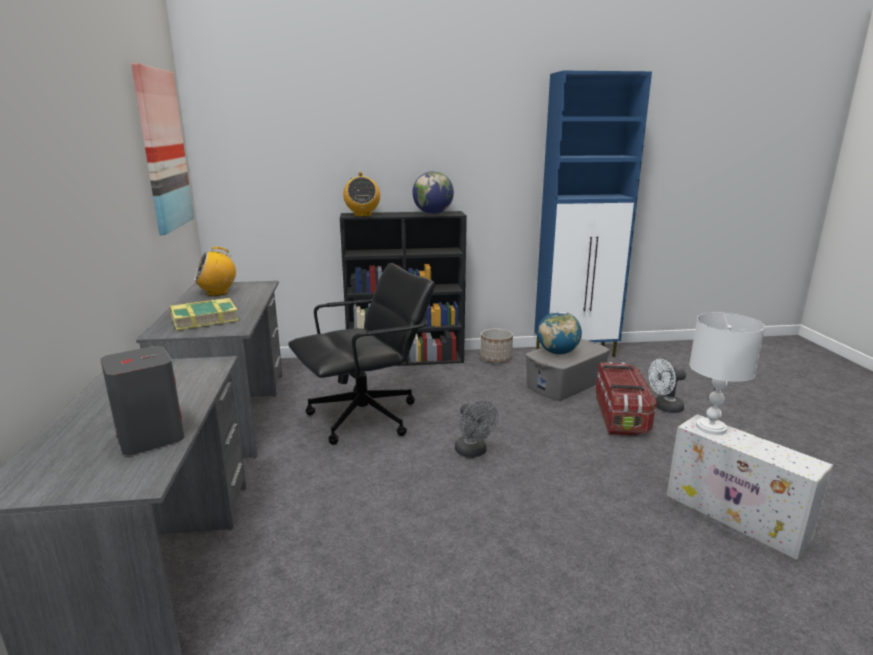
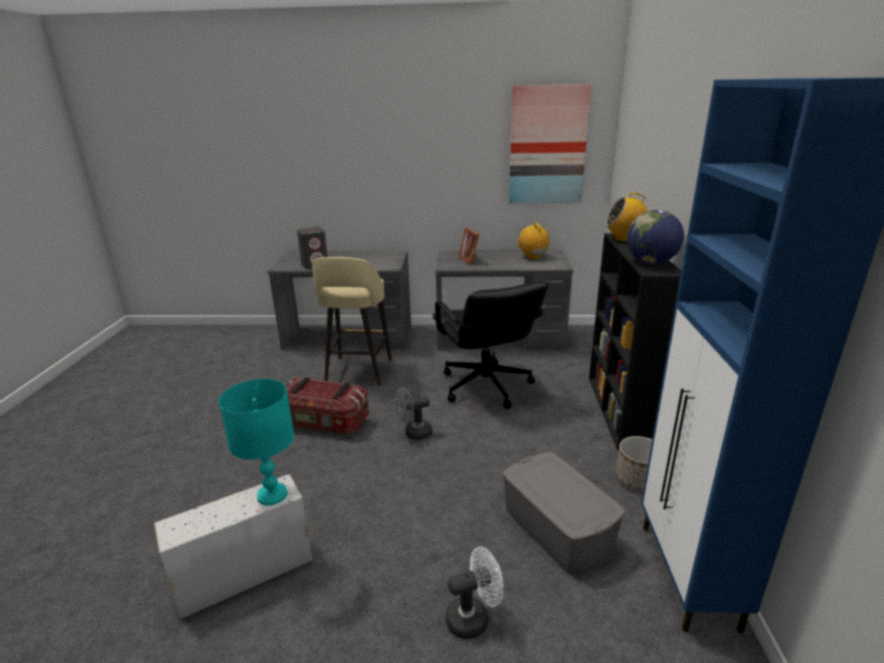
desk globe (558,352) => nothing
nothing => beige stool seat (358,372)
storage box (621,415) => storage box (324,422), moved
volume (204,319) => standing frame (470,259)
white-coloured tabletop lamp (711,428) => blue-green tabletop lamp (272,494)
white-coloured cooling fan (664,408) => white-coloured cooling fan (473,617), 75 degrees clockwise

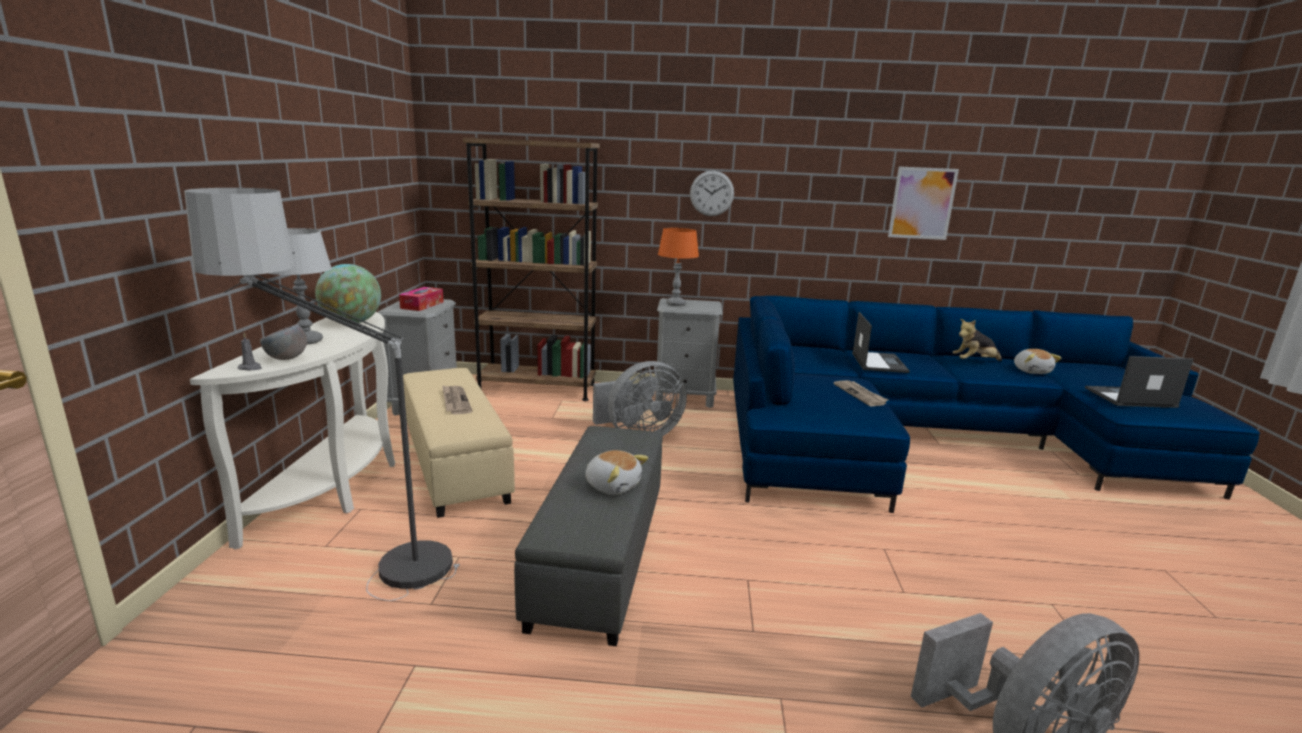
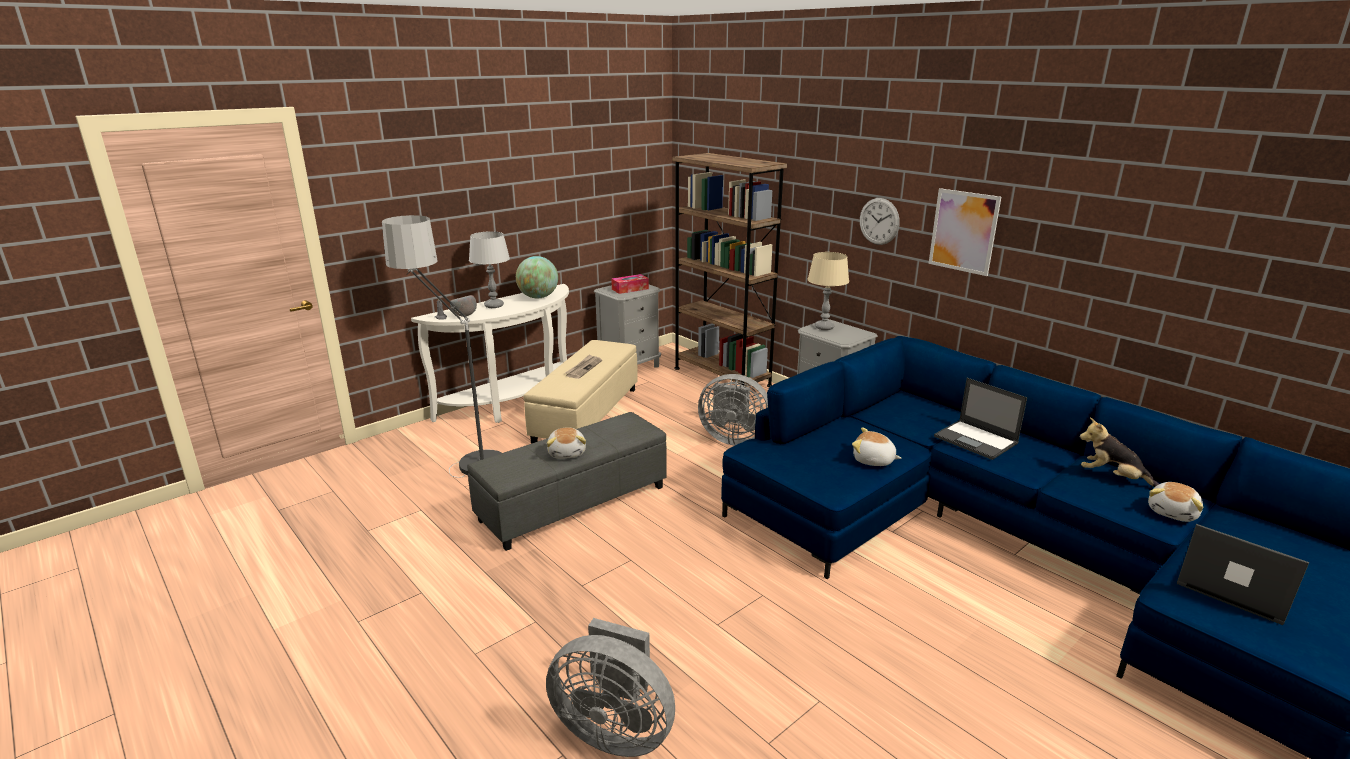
wall picture (922,203) => wall picture (963,231), moved
daily paper (860,394) => soft toy (873,460)
orange tabletop lamp (676,304) => beige tabletop lamp (824,327)
laptop (878,362) => laptop (976,440), 90 degrees clockwise

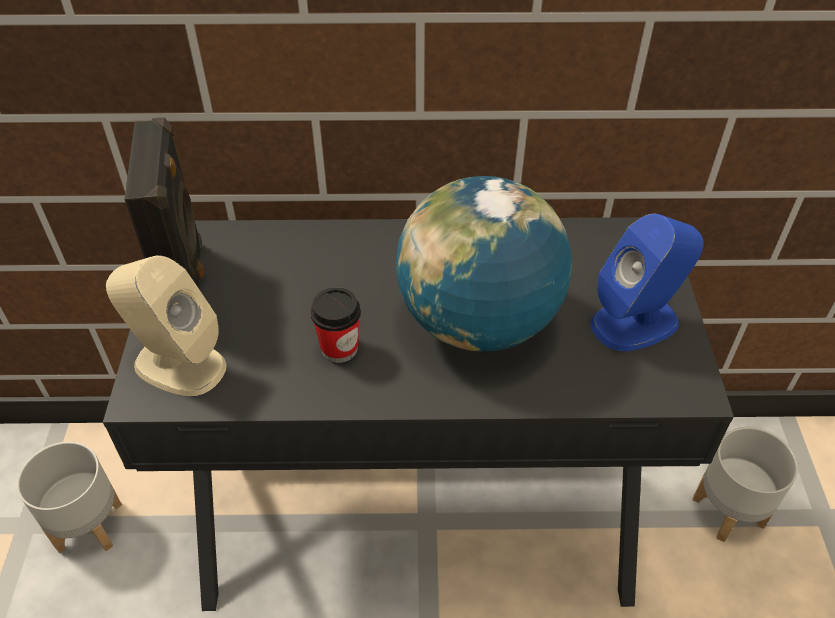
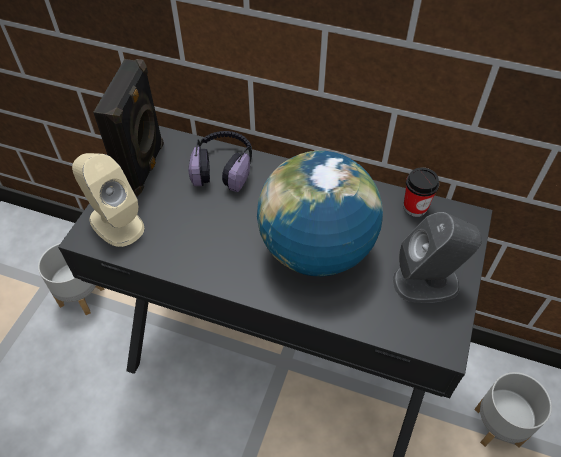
nothing => headset (224,168)
cup (339,348) => cup (415,207), moved
blue-coloured audio speaker (635,322) => greyish audio speaker (427,282)

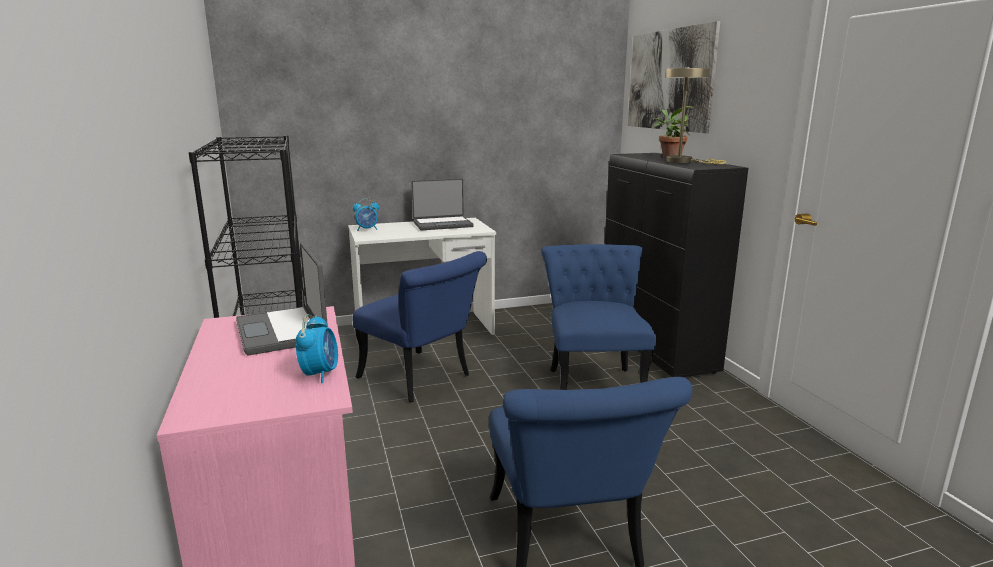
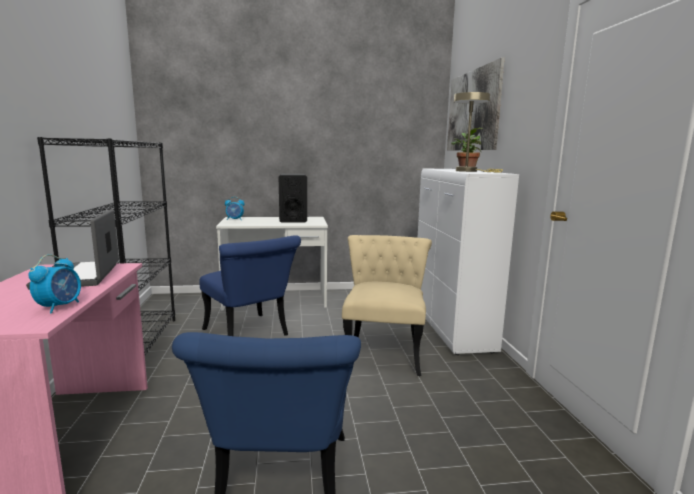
laptop (442,224) => black-coloured audio speaker (293,219)
blue-coloured plain chair (593,382) => beige plain chair (383,350)
black-coloured cabinet (656,349) => white-coloured cabinet (452,329)

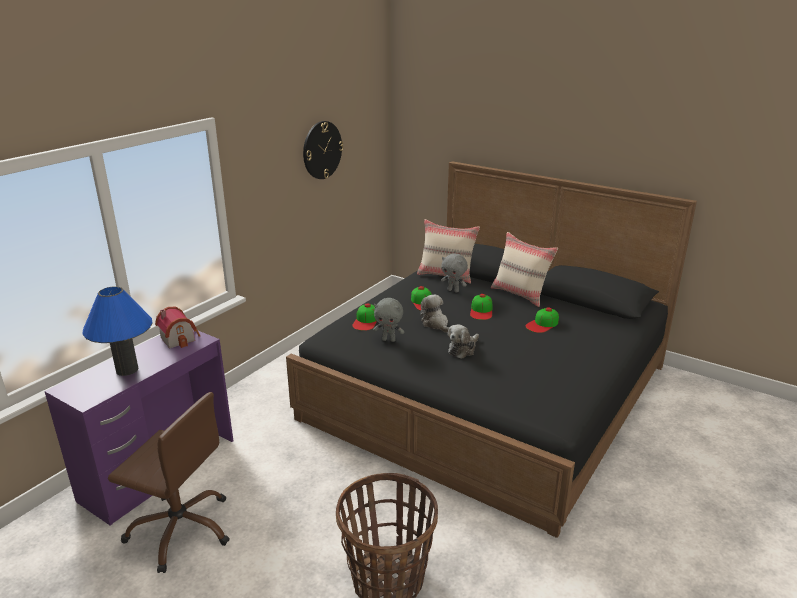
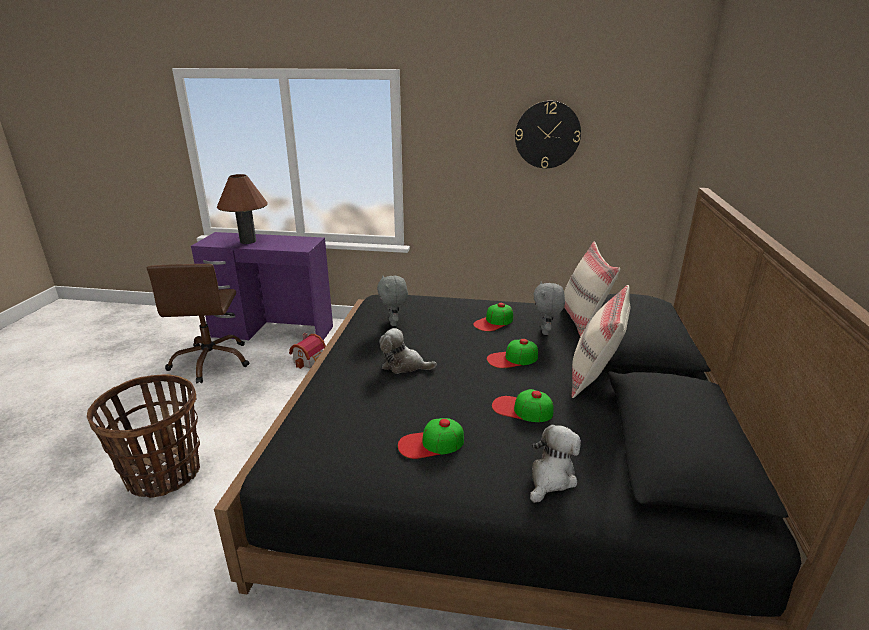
miniature house (179,338) => miniature house (311,361), moved
baseball cap (366,321) => baseball cap (431,443), moved
soft toy (436,324) => soft toy (551,478), moved
blue-coloured tabletop lamp (127,370) => brownish tabletop lamp (248,241)

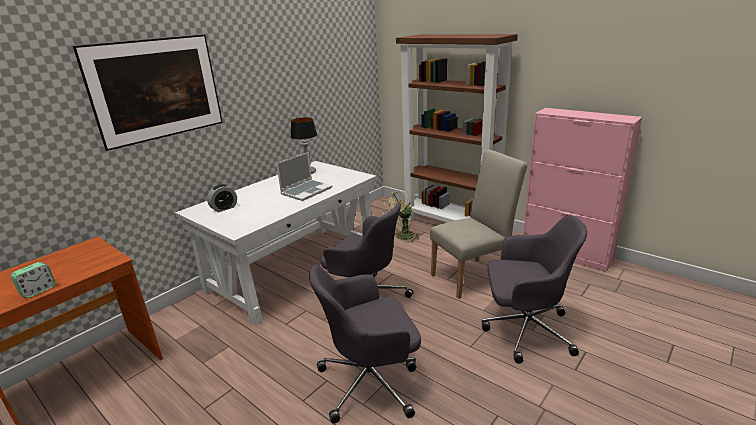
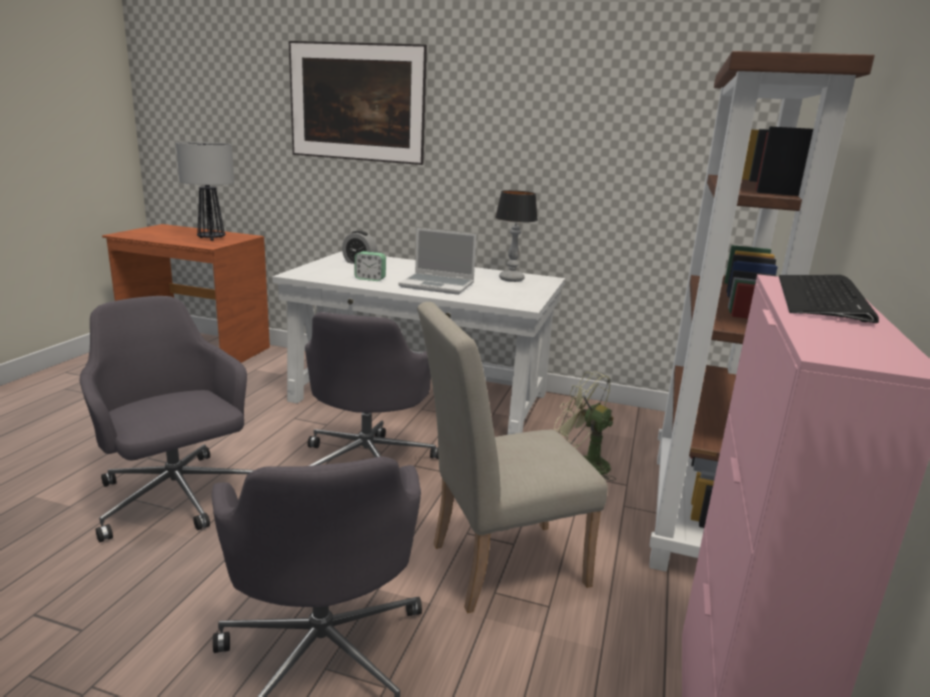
nothing => tabletop lamp (211,238)
nothing => keyboard (823,298)
alarm clock (38,290) => alarm clock (370,279), moved
beige plain chair (474,276) => beige plain chair (496,565), 120 degrees clockwise

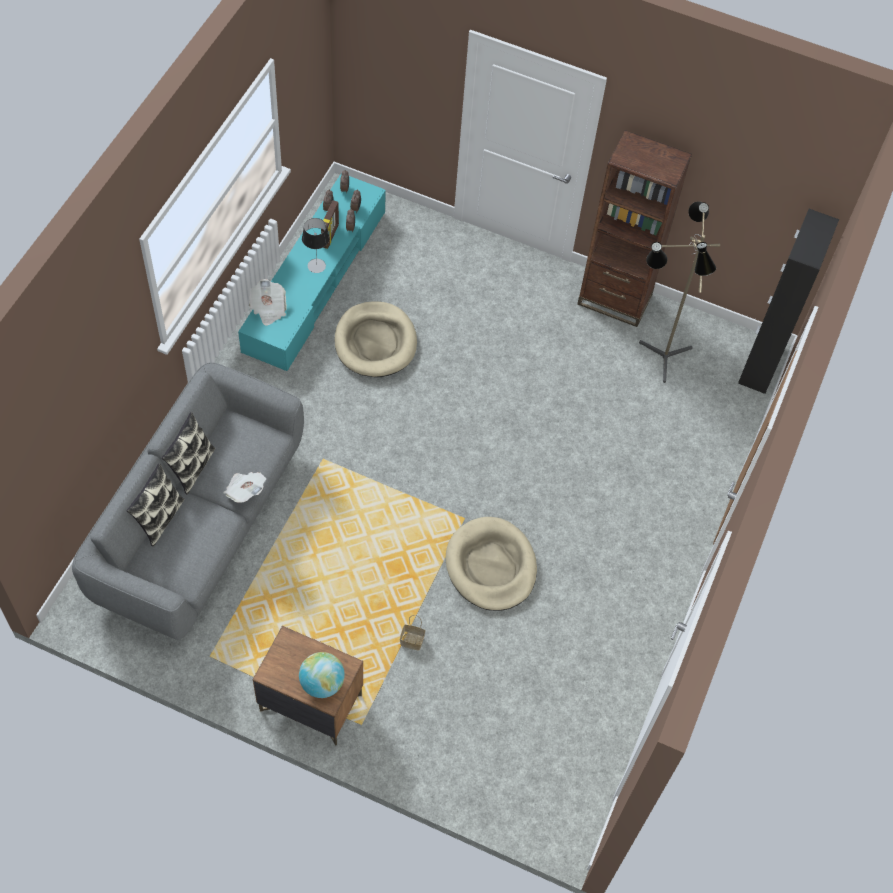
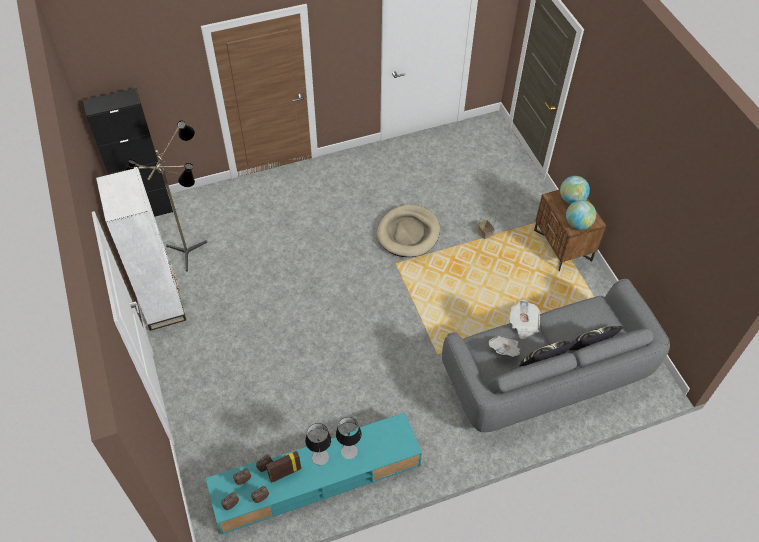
beige dog cushion (375,342) => nothing
nothing => tabletop lamp (349,451)
nothing => desk globe (577,224)
daily paper (268,309) => daily paper (504,350), moved
brownish shelving unit (614,299) => white-coloured shelving unit (163,304)

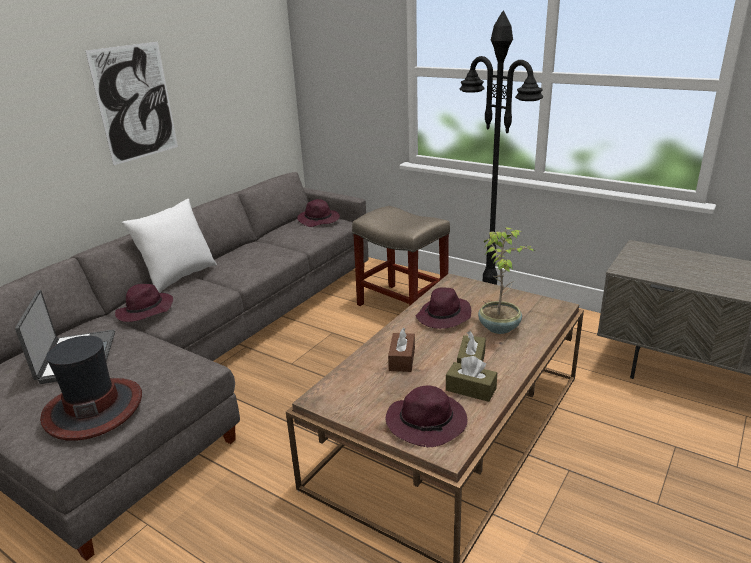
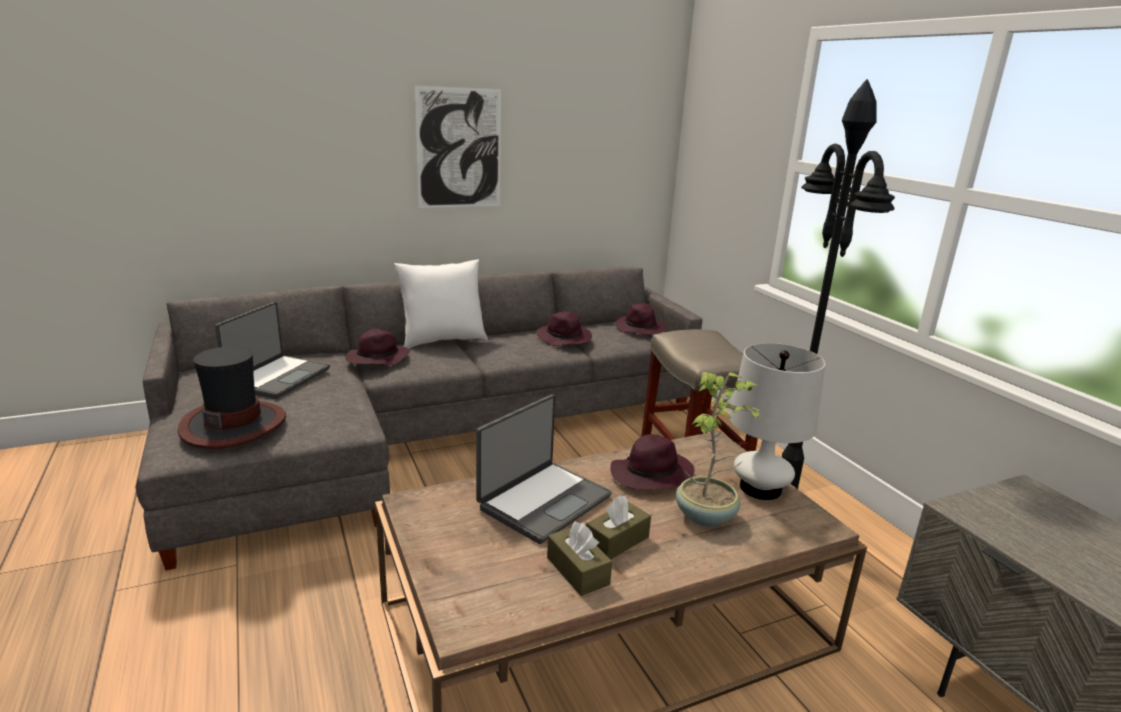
nothing => white-coloured tabletop lamp (760,488)
purple-coloured wearable hat (428,422) => purple-coloured wearable hat (565,338), moved
brownish tissue holder (402,359) => laptop (543,501)

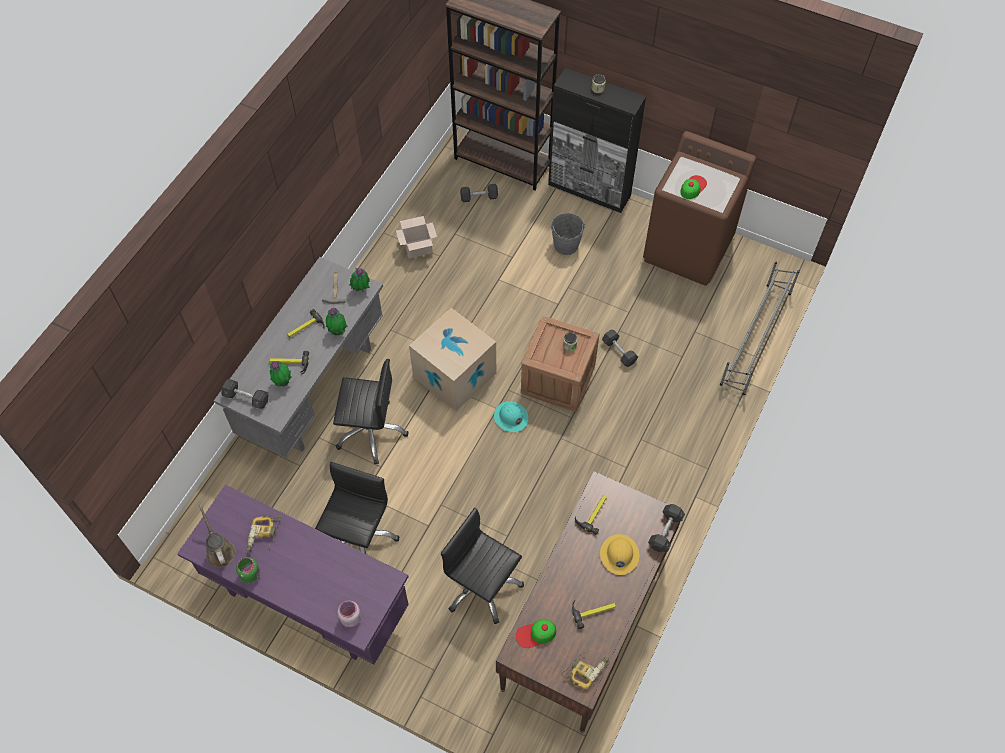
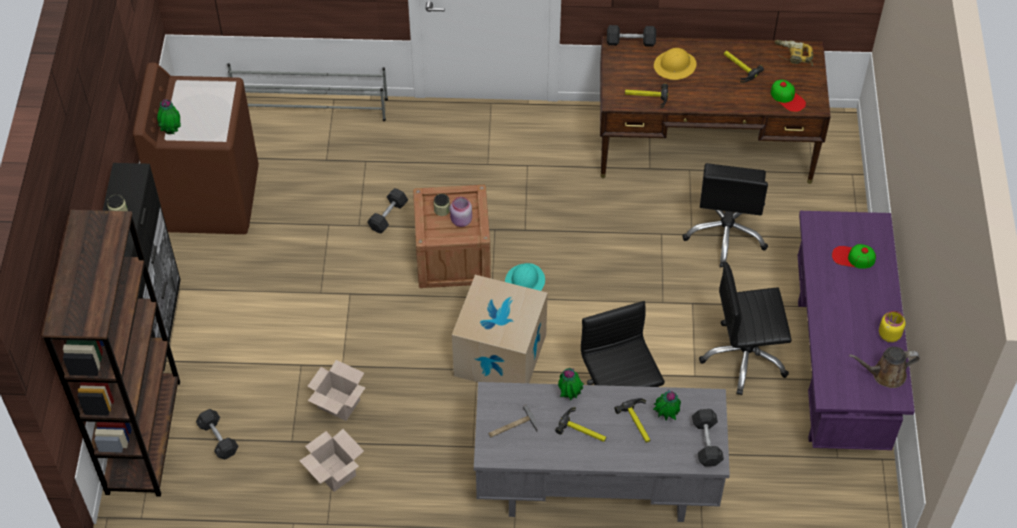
power drill (264,535) => nothing
greyish pail (566,245) => nothing
nothing => packing box (337,404)
pinkish storage jar (350,617) => pinkish storage jar (461,221), moved
plant in a pot (361,290) => plant in a pot (172,131), moved
baseball cap (693,187) => baseball cap (853,257), moved
green storage jar (251,574) => yellowish storage jar (888,335)
brownish watering can (219,550) => brownish watering can (885,374), 45 degrees clockwise

